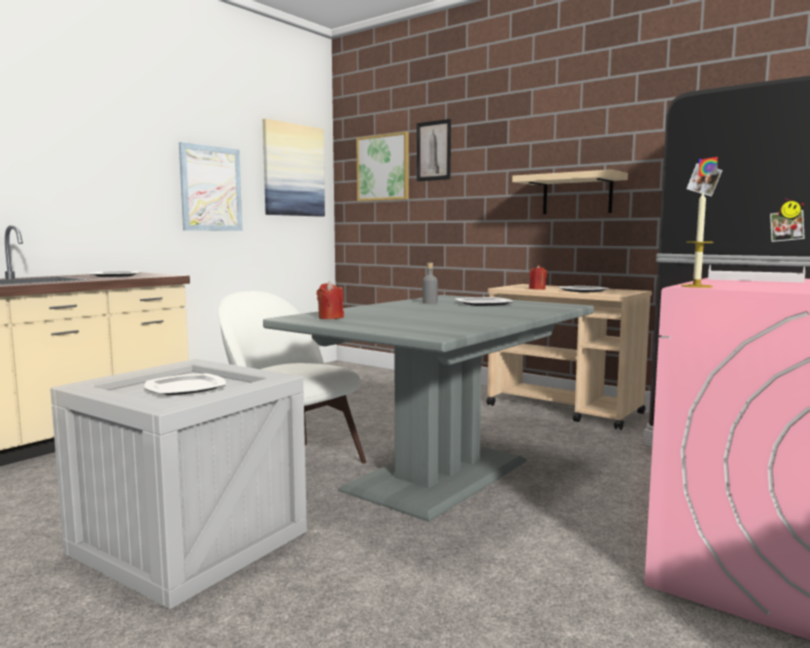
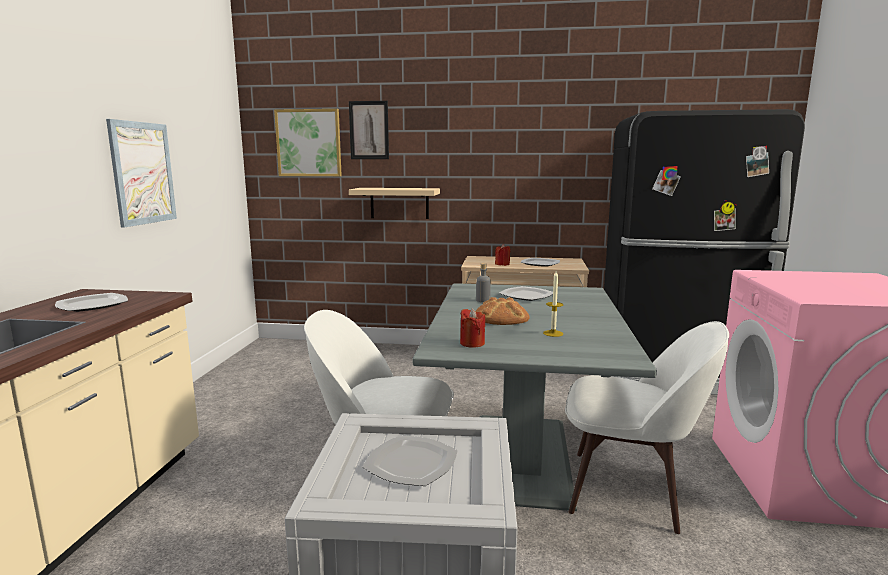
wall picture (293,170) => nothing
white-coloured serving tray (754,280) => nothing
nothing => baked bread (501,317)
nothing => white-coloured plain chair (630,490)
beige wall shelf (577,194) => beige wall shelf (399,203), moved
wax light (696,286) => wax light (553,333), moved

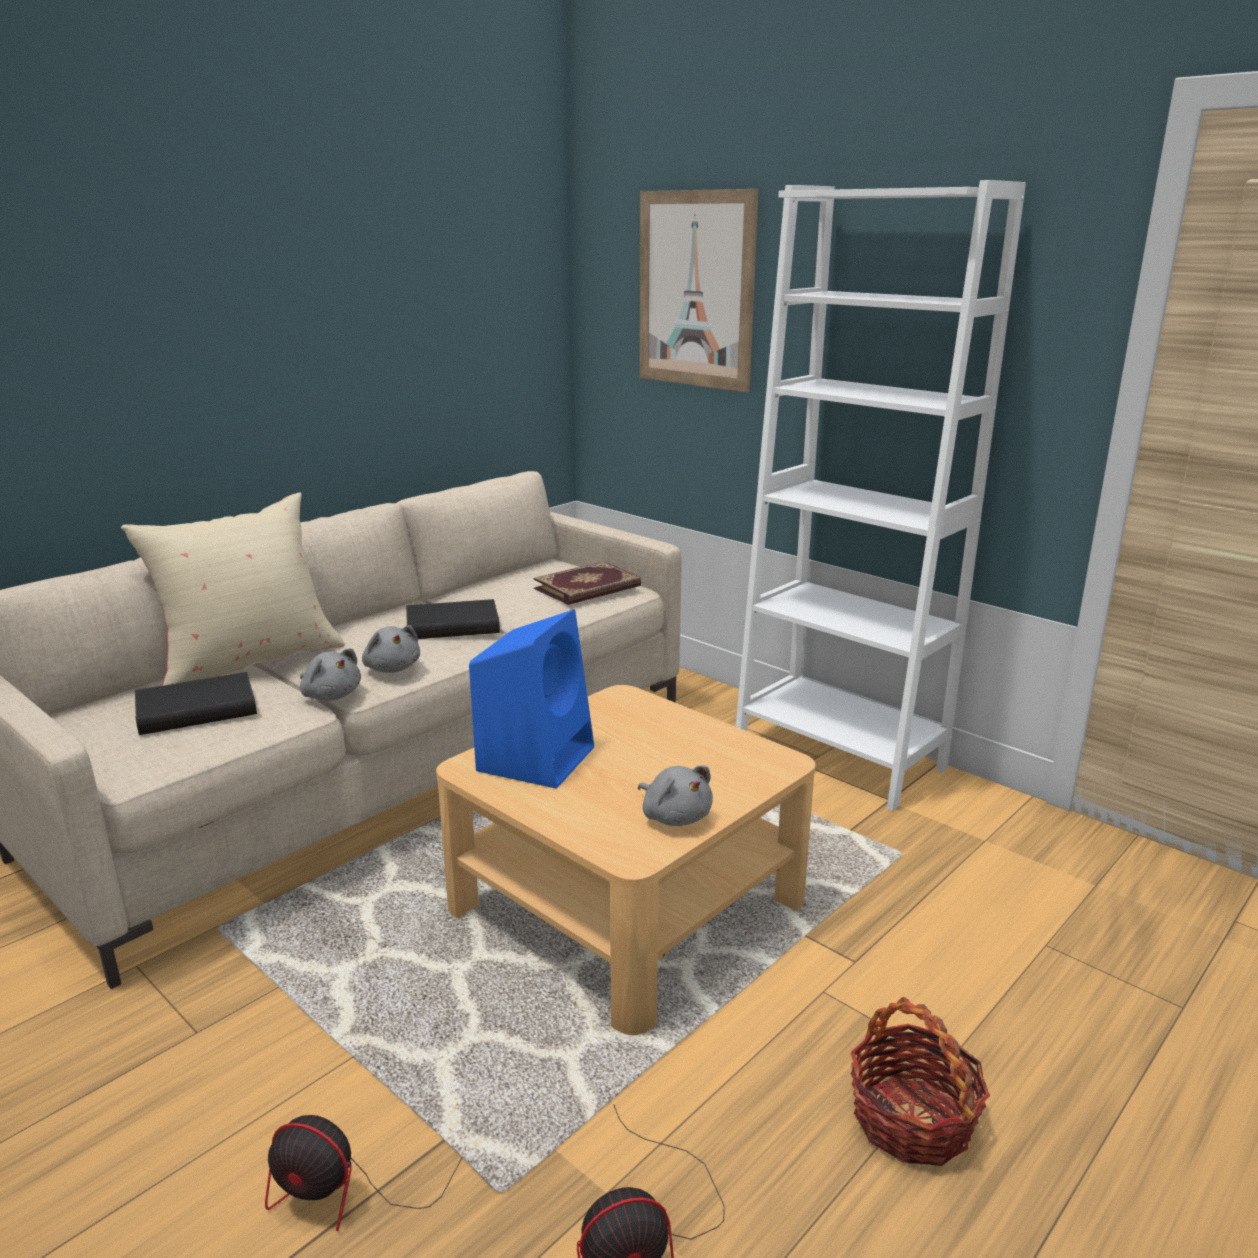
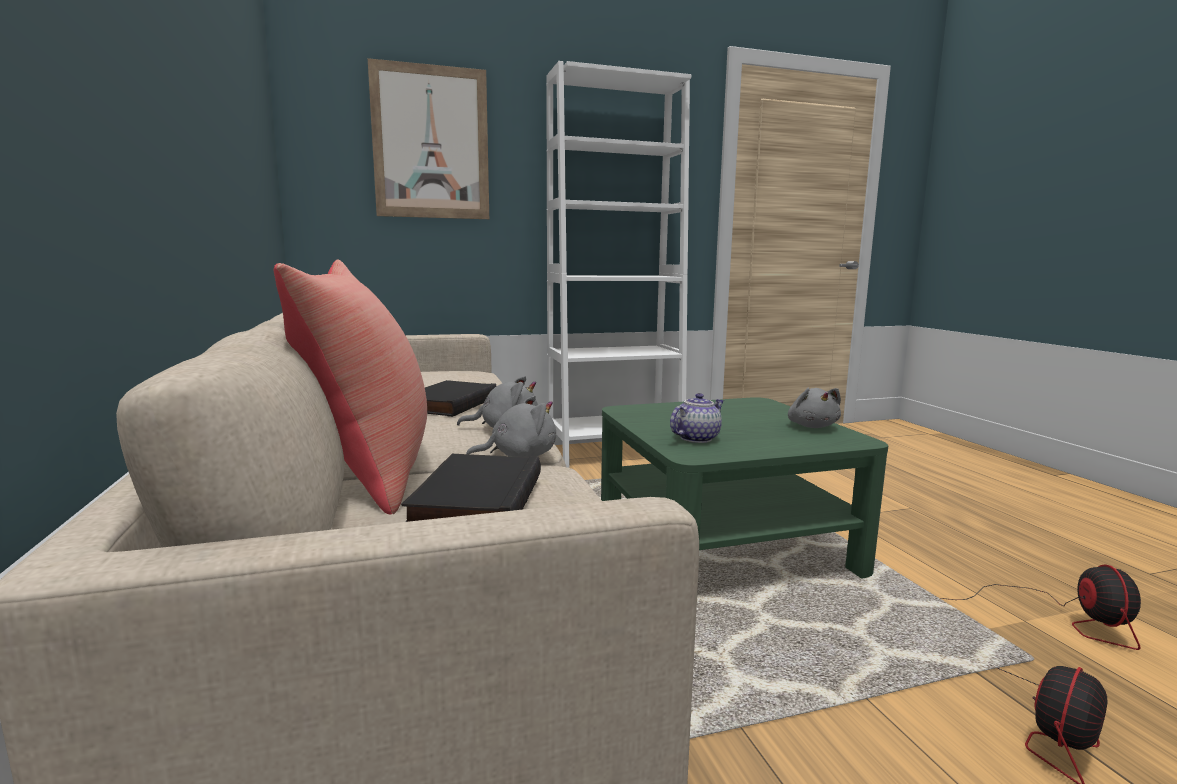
volume (588,588) => nothing
storage basket (911,1119) => nothing
blue-coloured audio speaker (536,757) => tea pot (696,438)
beige cushion (248,662) => red-coloured cushion (370,470)
beige lounge table (626,903) => green lounge table (722,542)
greyish soft toy (675,816) => greyish soft toy (812,426), 90 degrees clockwise

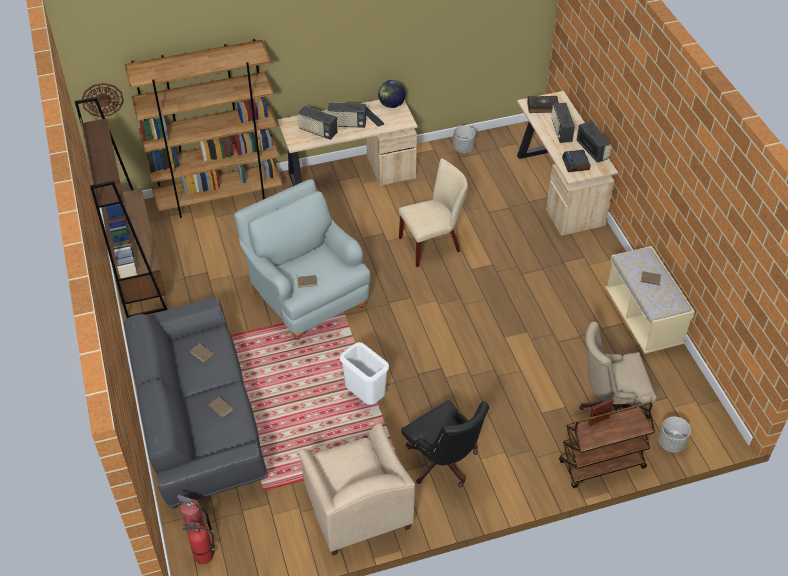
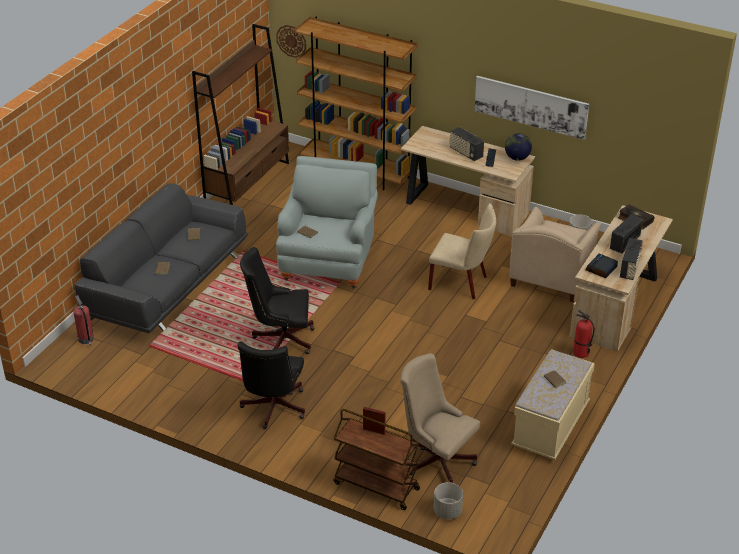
radio receiver (317,131) => nothing
nothing => wall picture (531,106)
fire-fighting cylinder (203,556) => fire-fighting cylinder (580,353), moved
beige lounge chair (356,508) => beige lounge chair (551,275), moved
white-coloured rubbish bin (364,397) => black-coloured computer chair (280,339)

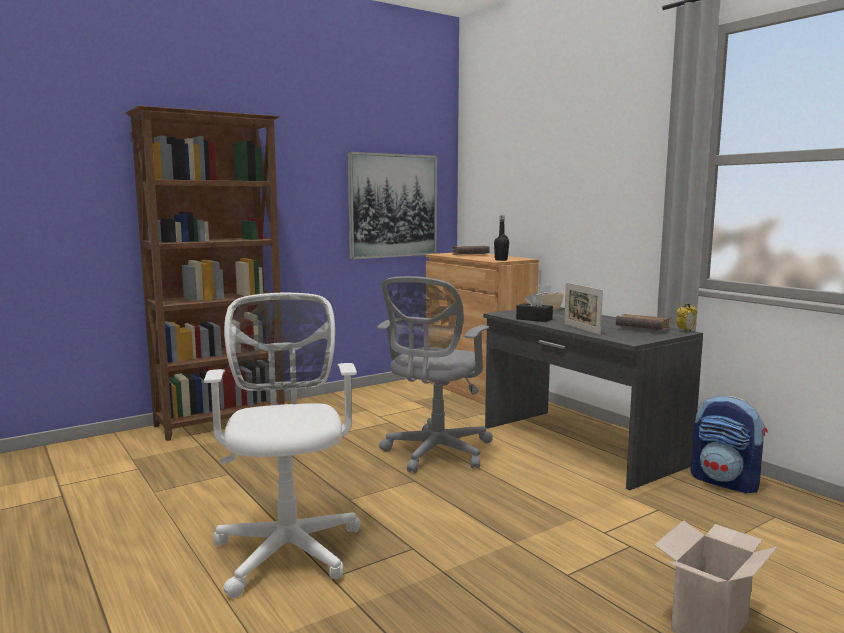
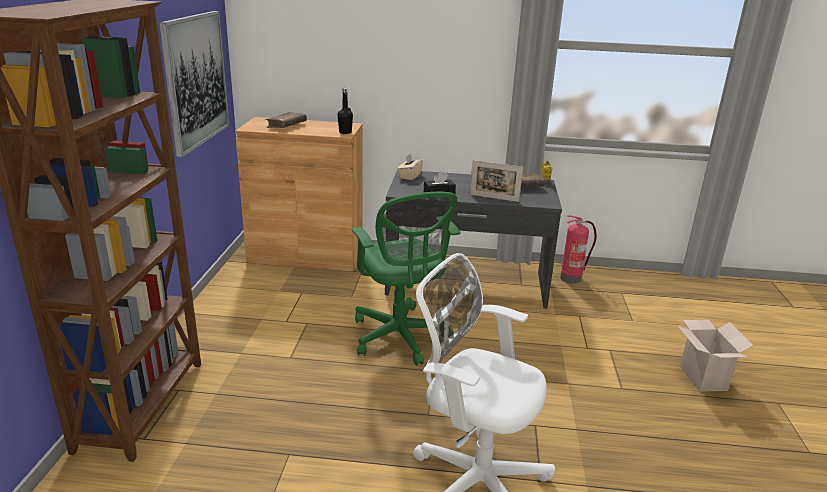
knapsack (725,482) => fire-fighting cylinder (571,278)
greyish computer chair (435,454) => green computer chair (400,338)

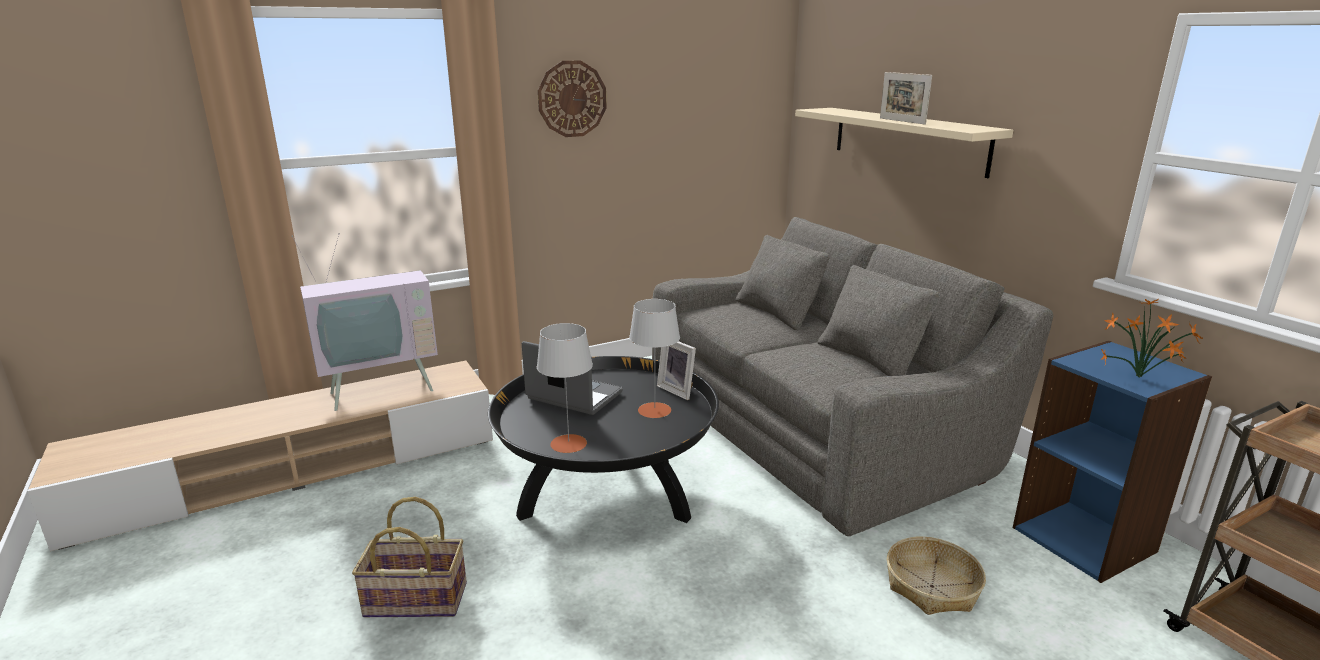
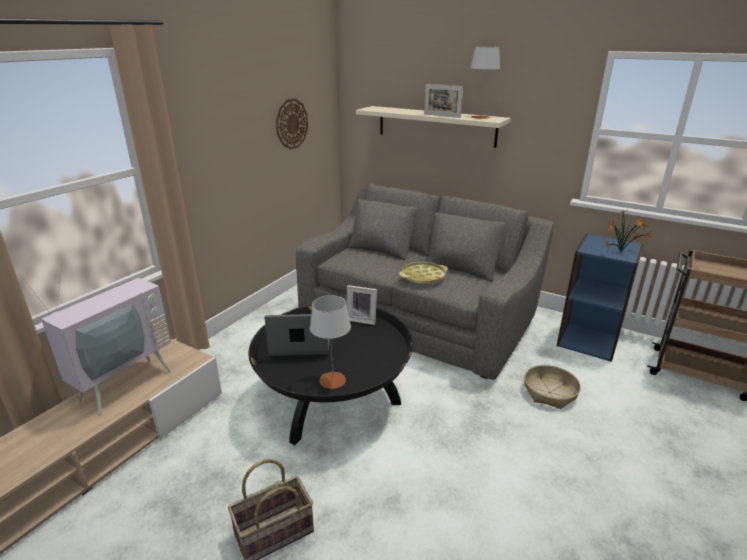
nothing => yellowish serving tray (423,277)
hanging clock (572,99) => hanging clock (291,124), moved
greyish tabletop lamp (654,410) => greyish tabletop lamp (480,117), moved

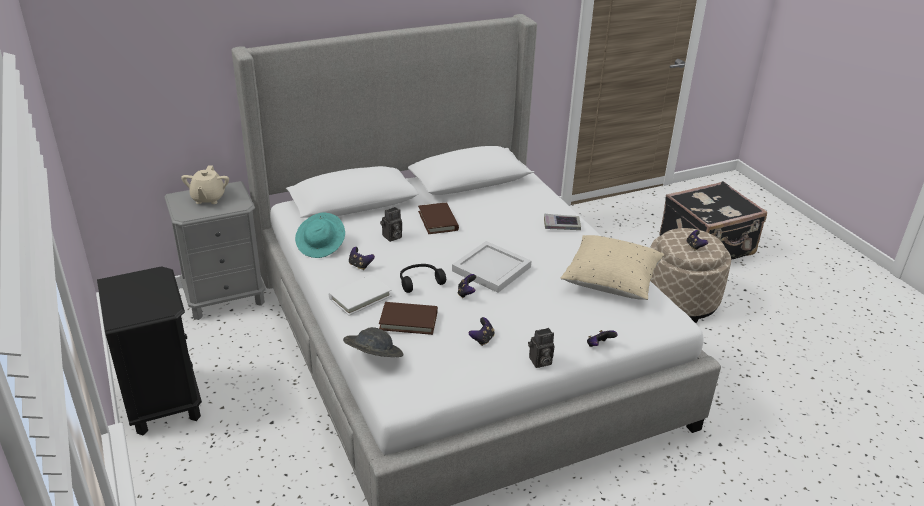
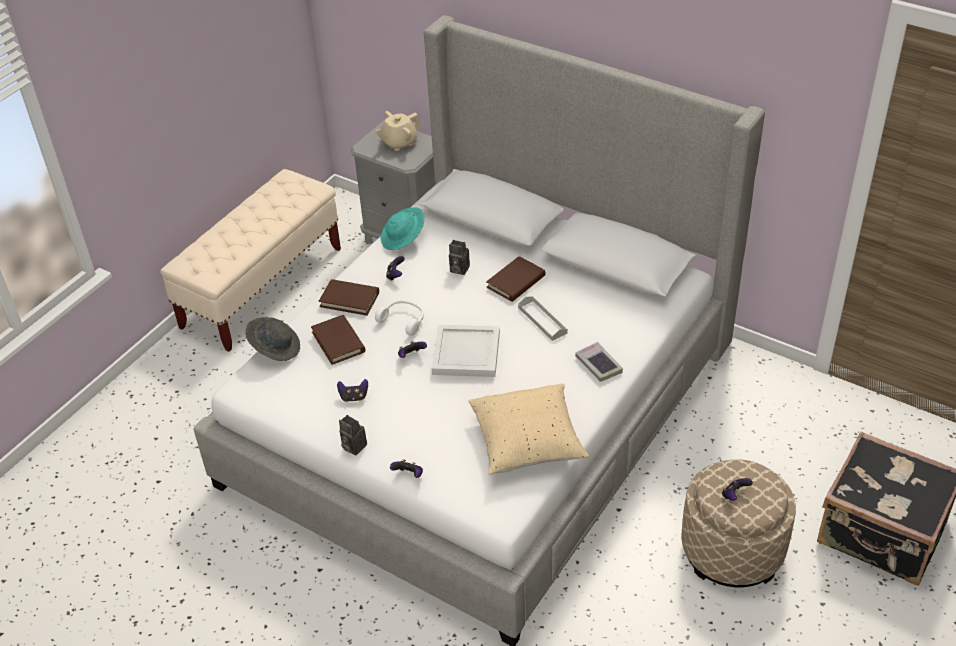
nothing => greyish serving tray (542,320)
black-coloured nightstand (163,401) => beige long seat (263,287)
white-coloured volume (360,297) => brownish volume (349,299)
black-coloured headset (420,281) => white-coloured headset (403,320)

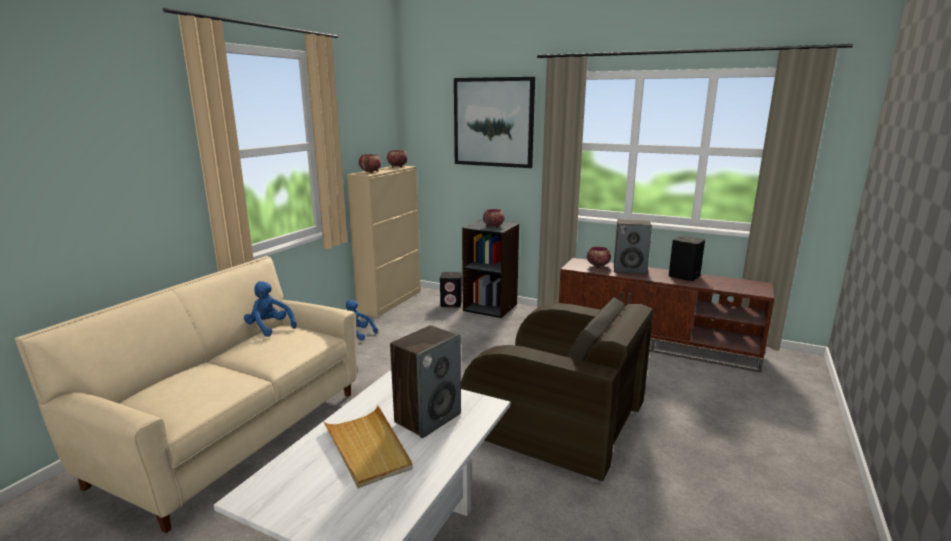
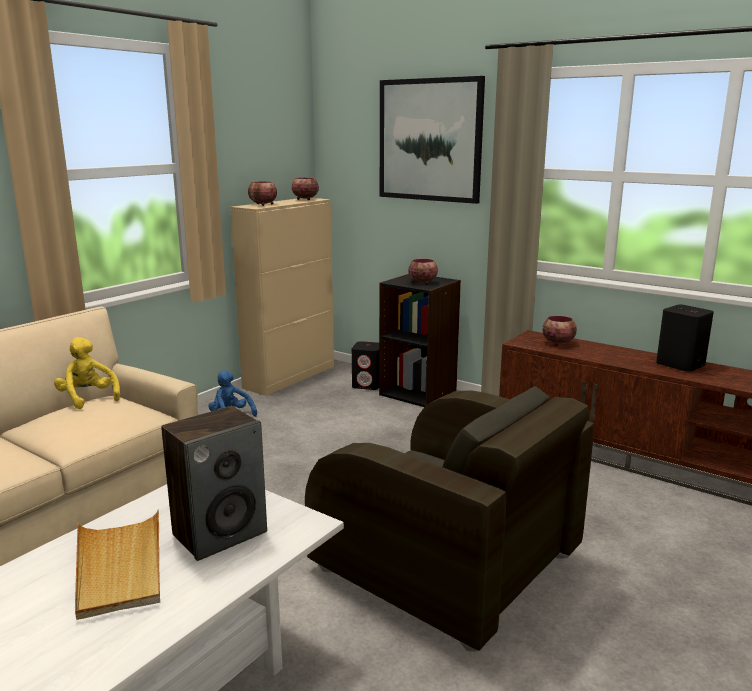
audio speaker (630,270) => nothing
blue-coloured soft toy (269,328) => yellowish soft toy (88,398)

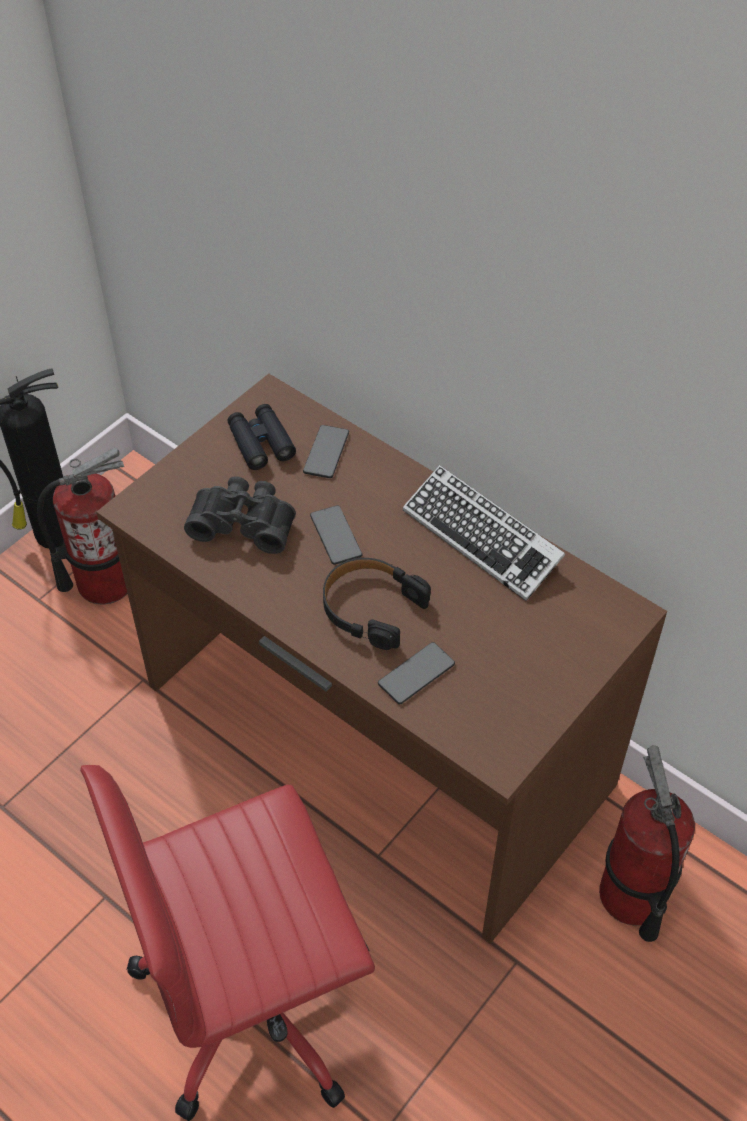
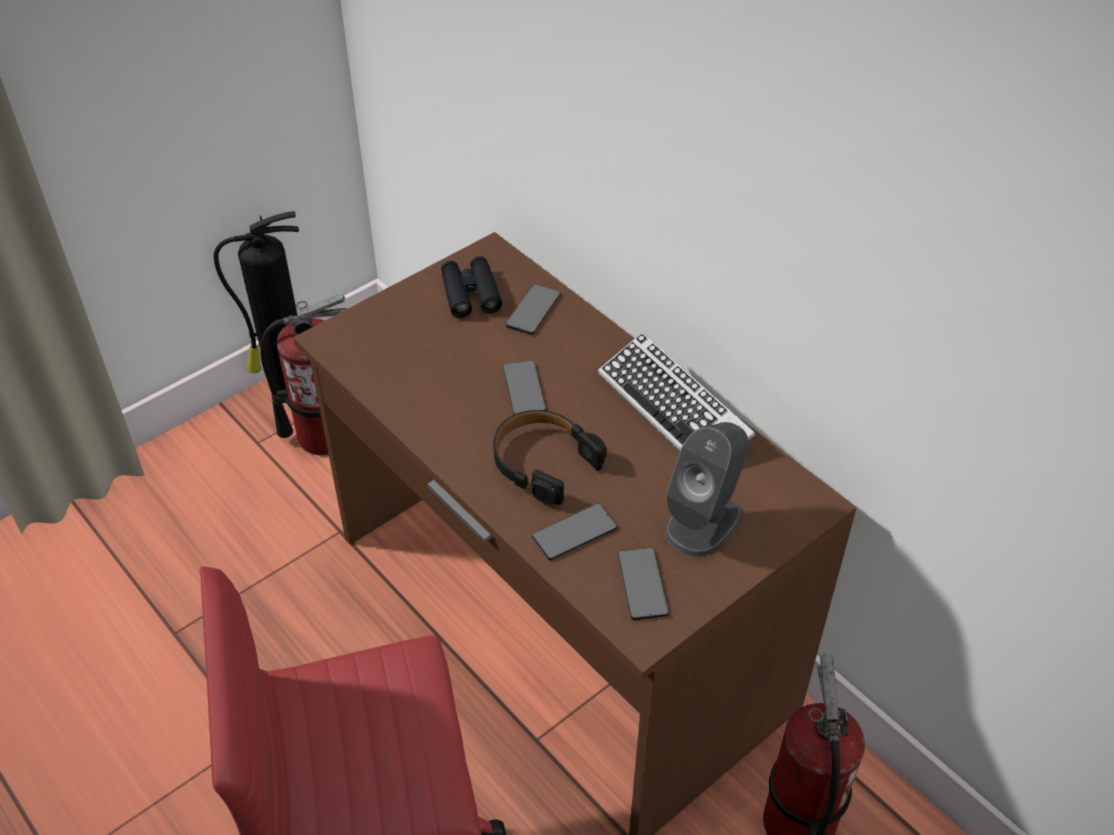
black-coloured binoculars (244,522) => nothing
nothing => phone (642,584)
nothing => greyish audio speaker (703,521)

